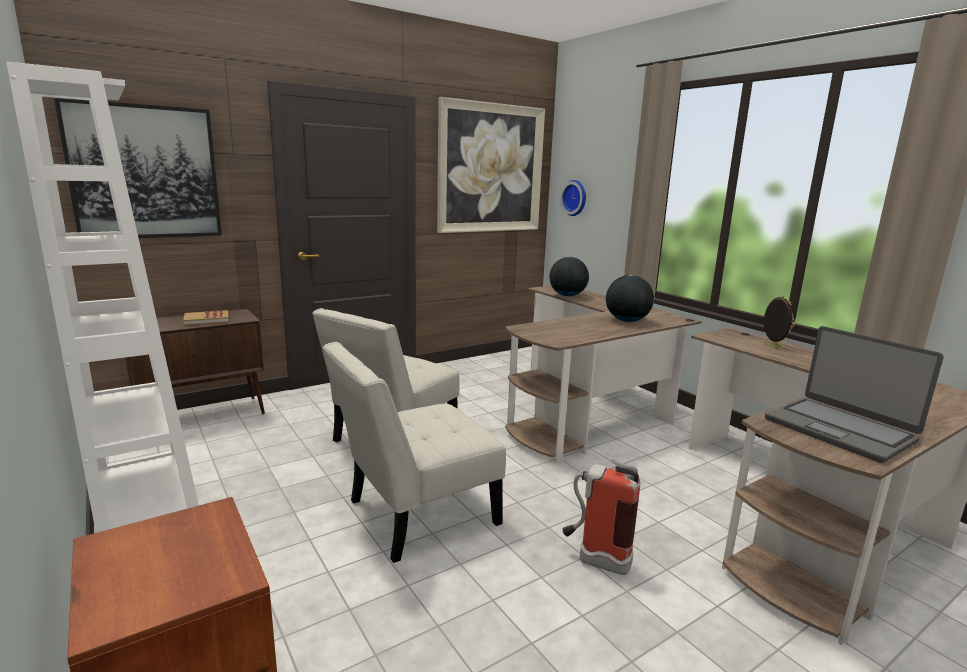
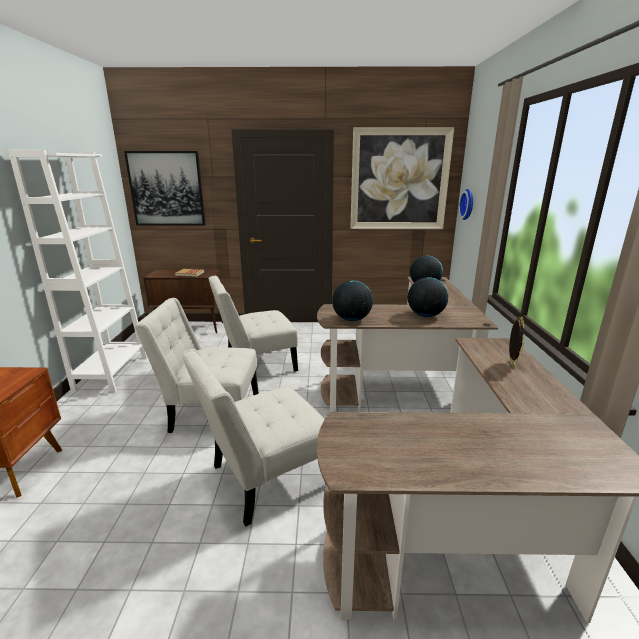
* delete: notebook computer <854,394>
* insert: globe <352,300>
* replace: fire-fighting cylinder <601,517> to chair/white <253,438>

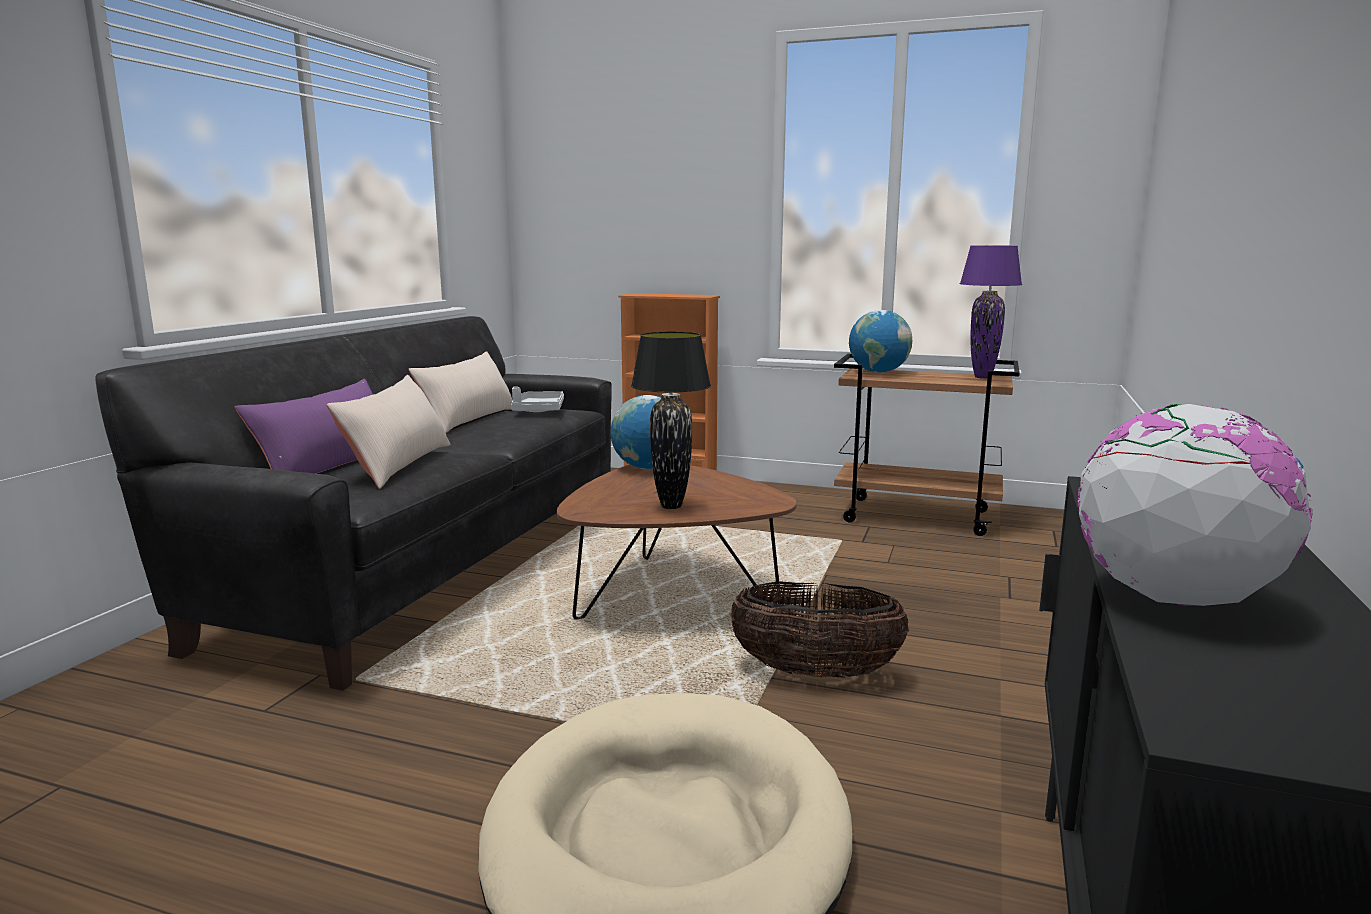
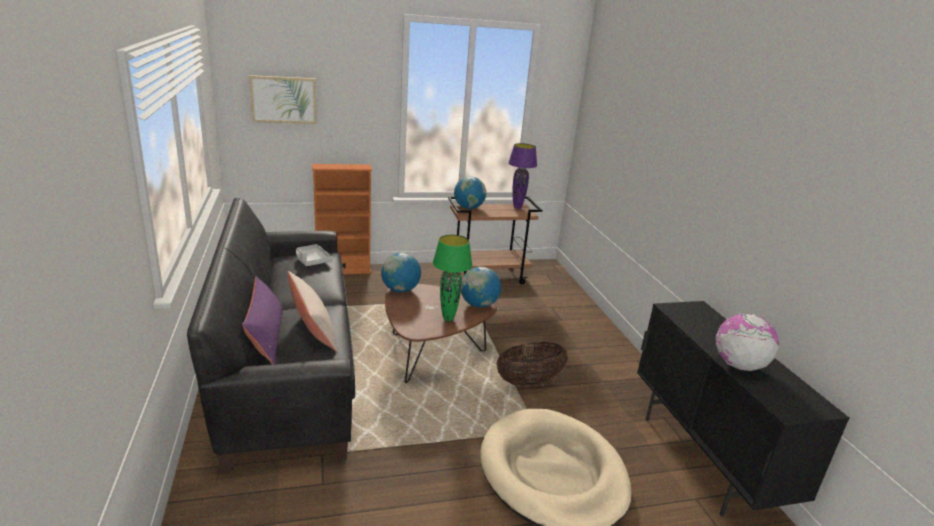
* delete: pillow/sand-coloured <460,392>
* insert: wall picture <283,99>
* insert: globe <481,287>
* recolor: lamp for a table/blackish <671,420> to lamp for a table/green <452,278>

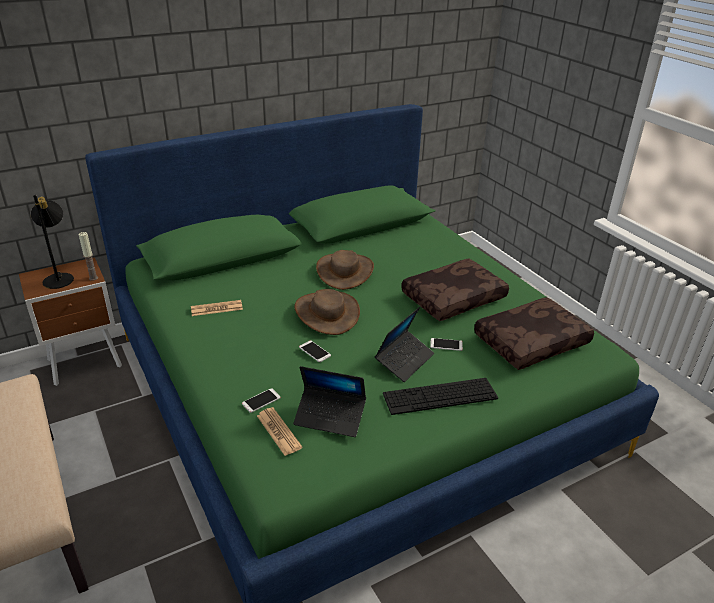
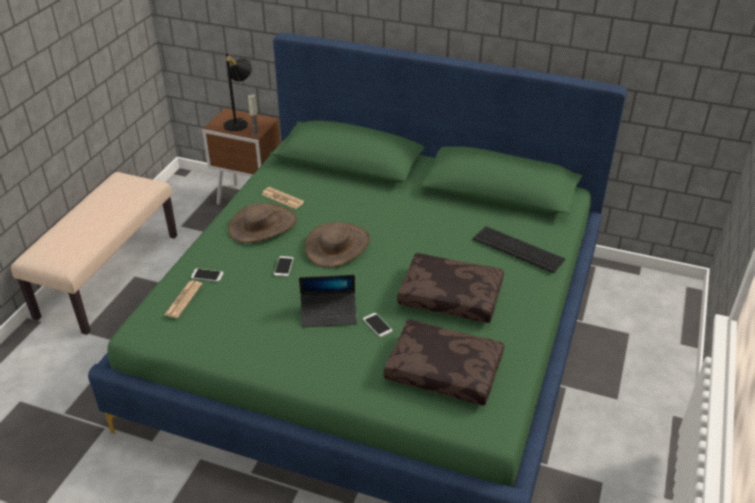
* delete: notebook computer <329,401>
* move: hat/brown <345,270> to <263,223>
* move: PC keyboard <440,396> to <519,249>

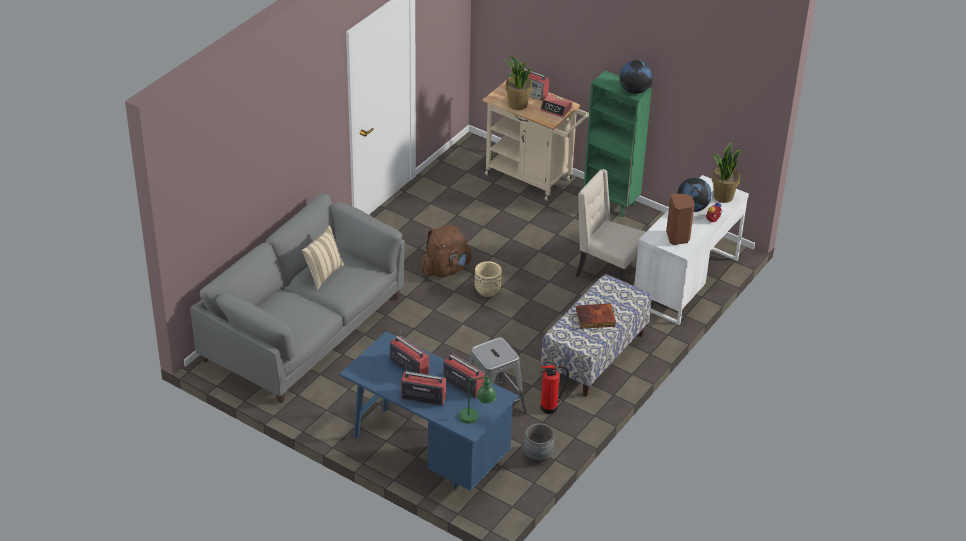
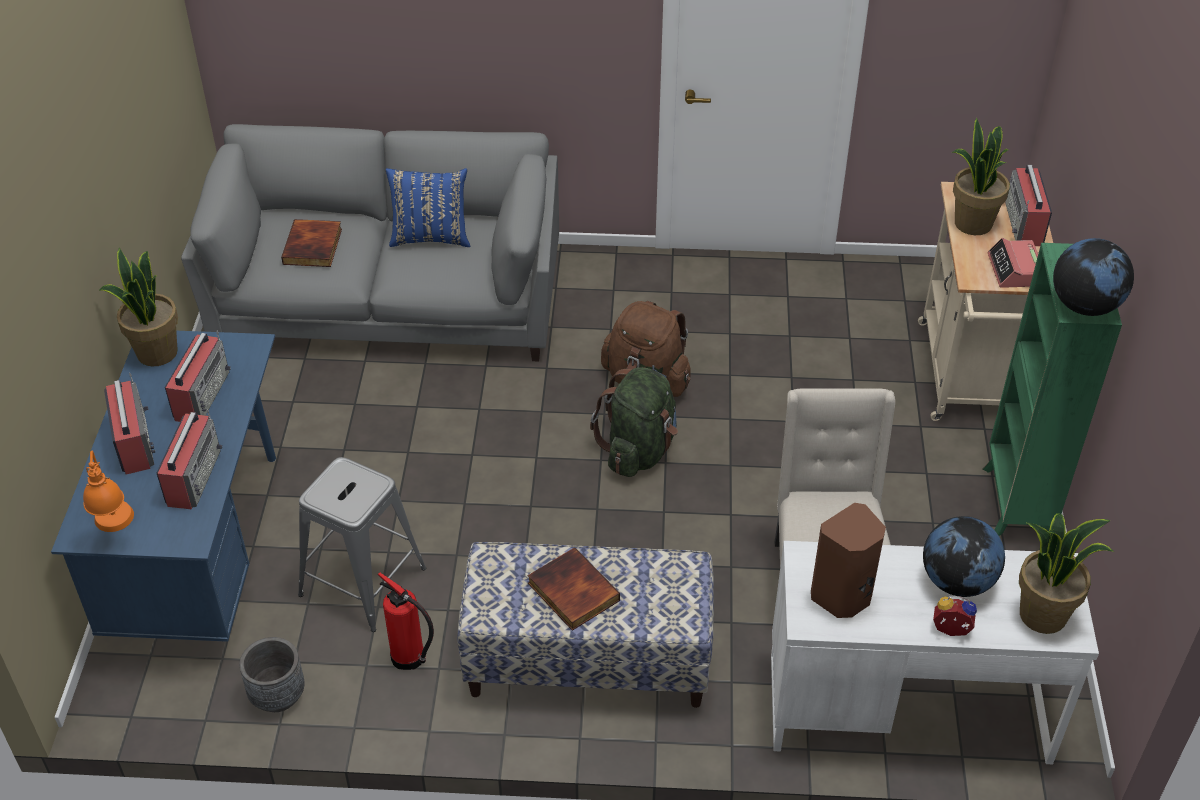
* insert: houseplant <138,307>
* insert: book <311,243>
* replace: plant pot/sand-coloured <488,279> to rucksack/green <634,422>
* recolor: pillow/sand-coloured <323,257> to pillow/blue-coloured <427,207>
* recolor: lamp for a table/green <477,399> to lamp for a table/orange-coloured <108,491>

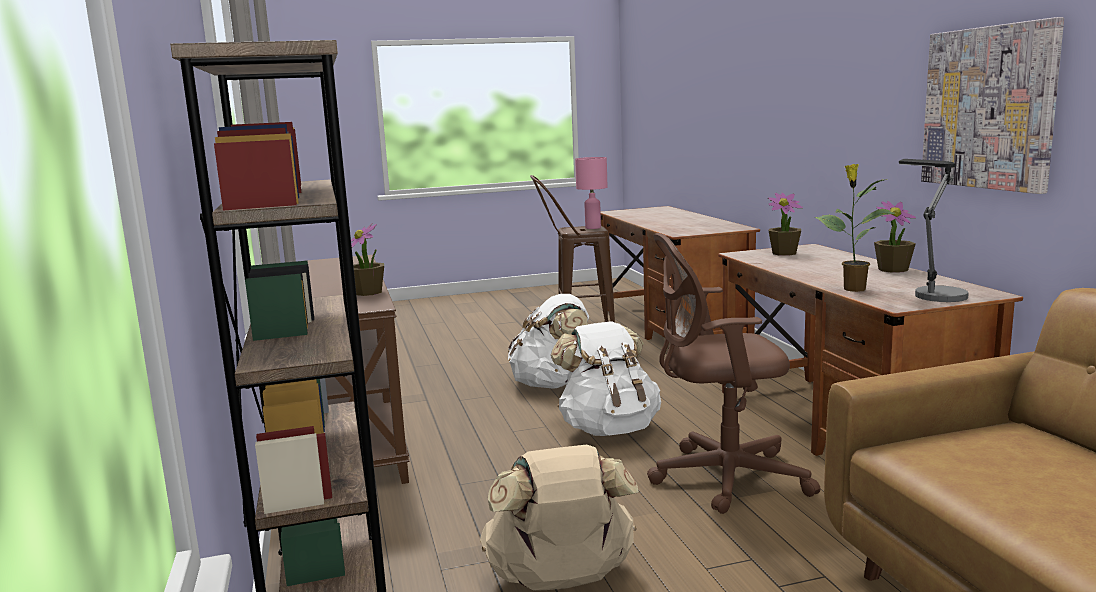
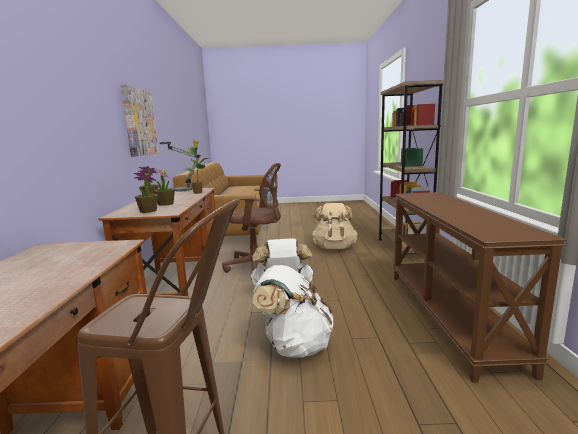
* delete: lamp for a table/pink <591,193>
* move: houseplant <367,259> to <164,187>

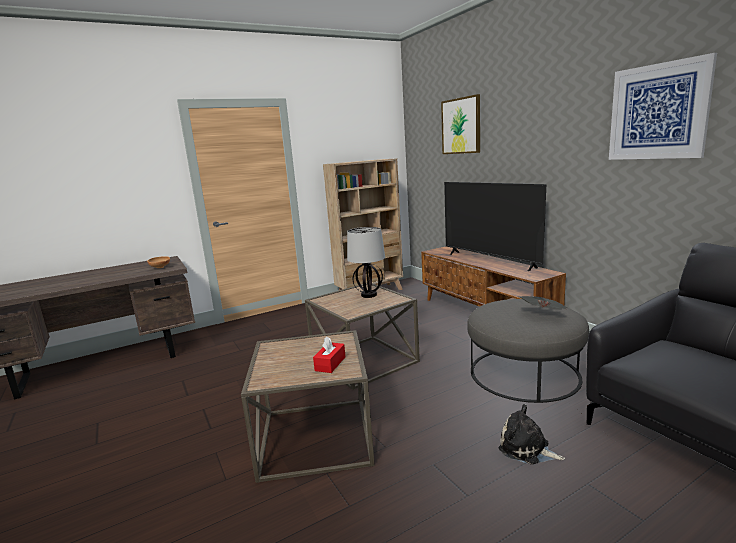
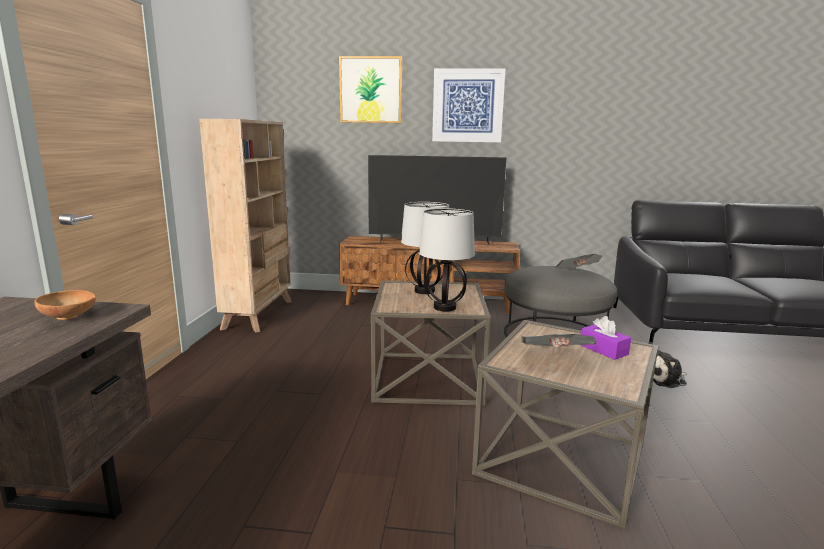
* insert: lamp for a table <447,260>
* insert: newspaper <559,341>
* move: wall picture <663,106> to <468,105>
* recolor: tissue holder/reddish <329,354> to tissue holder/purplish <605,338>

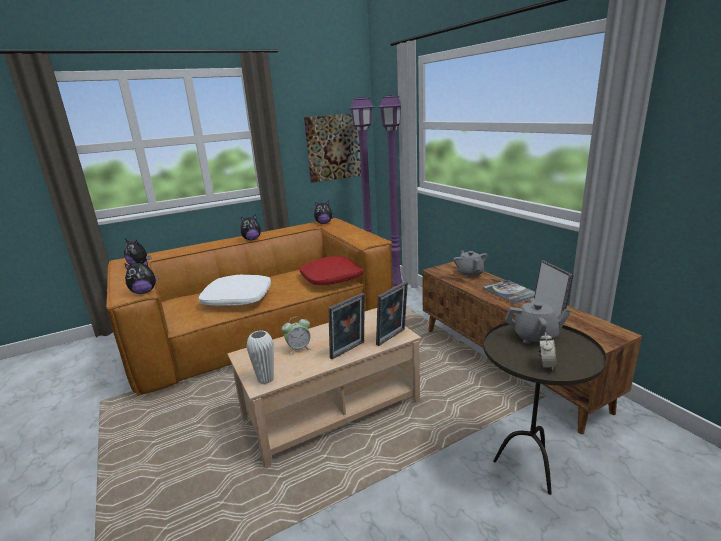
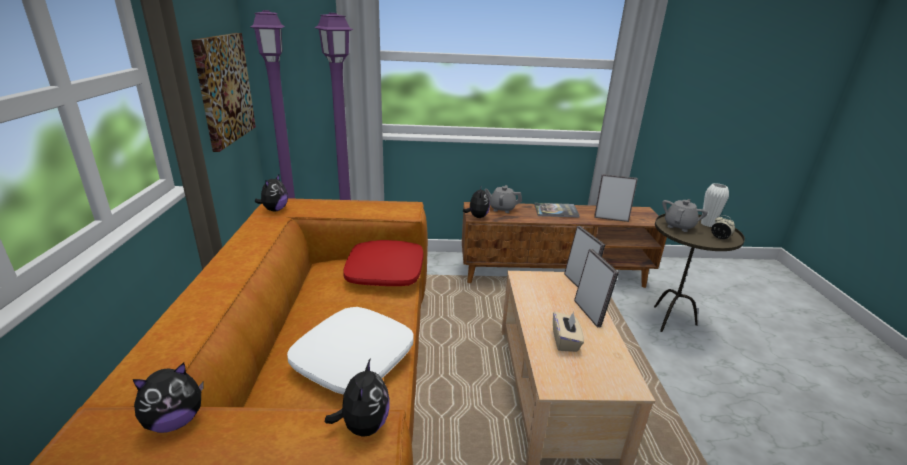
* move: cuddly toy <251,227> to <476,201>
* move: vase/white <260,357> to <715,205>
* replace: alarm clock <297,336> to tissue holder/sand-coloured <568,332>

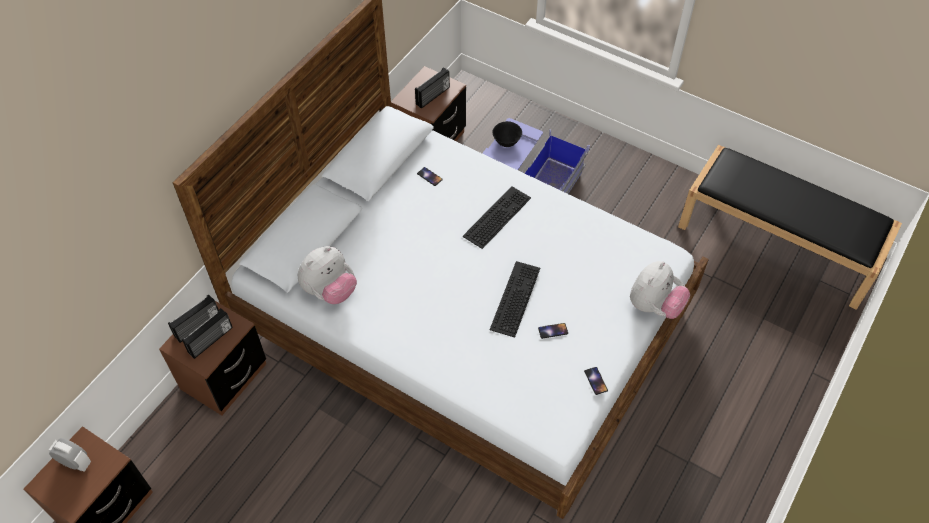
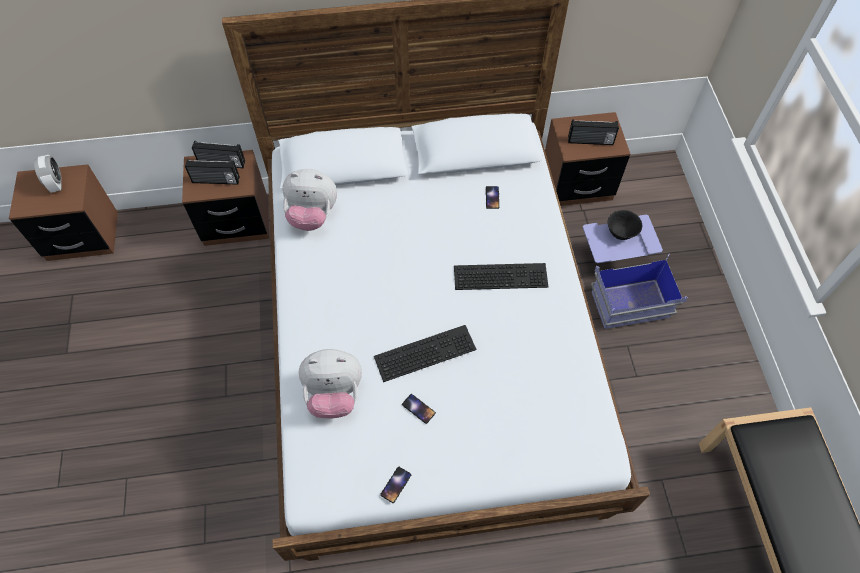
* move: cuddly toy <660,290> to <330,383>

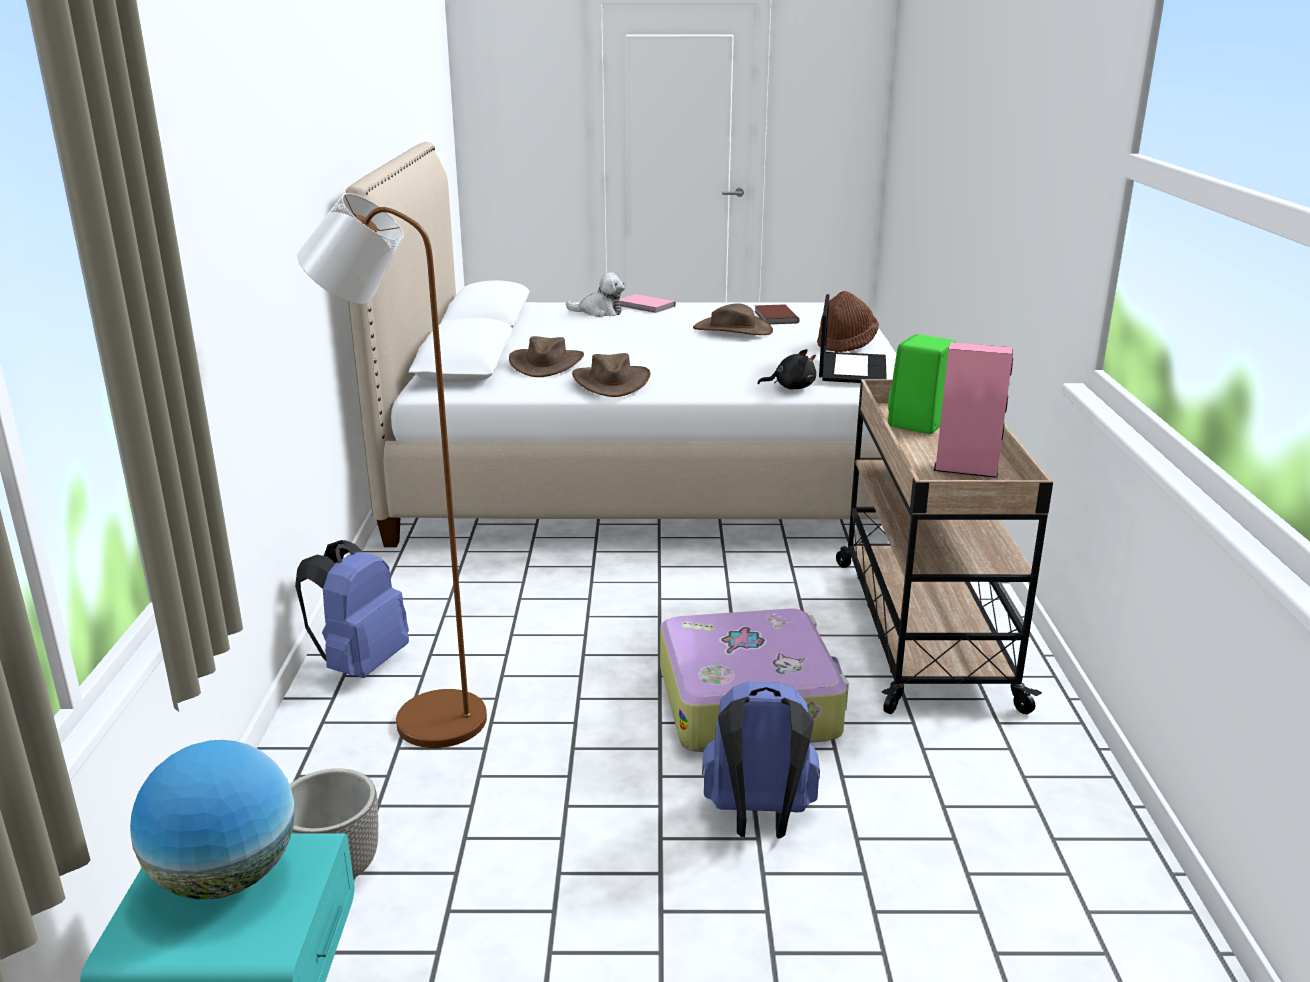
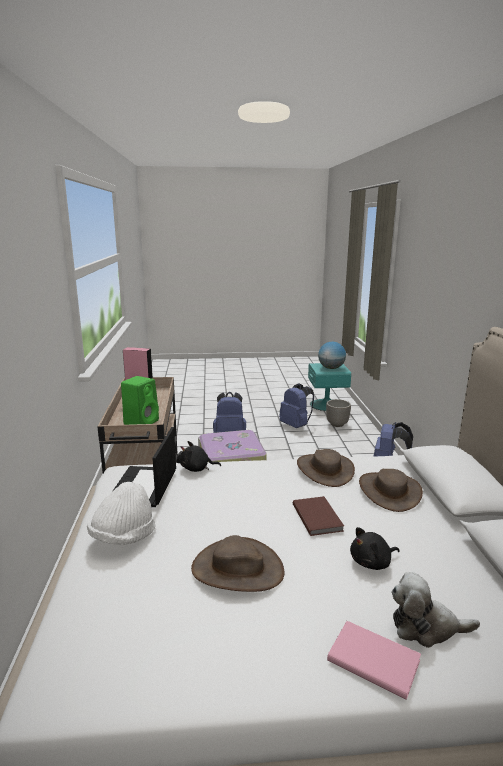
* delete: floor lamp/brown <392,470>
* insert: rucksack/blue-coloured <296,405>
* insert: cuddly toy/blackish <375,548>
* move: book/brown <776,314> to <318,516>
* recolor: hat/brown <848,321> to hat/white <121,513>

